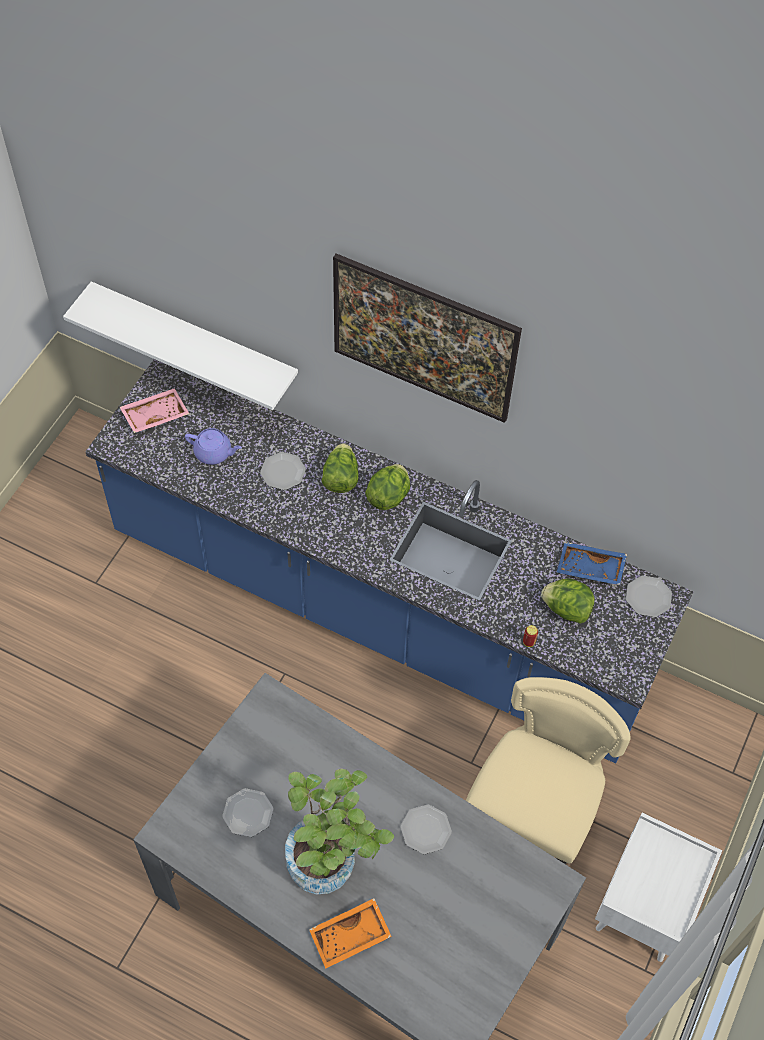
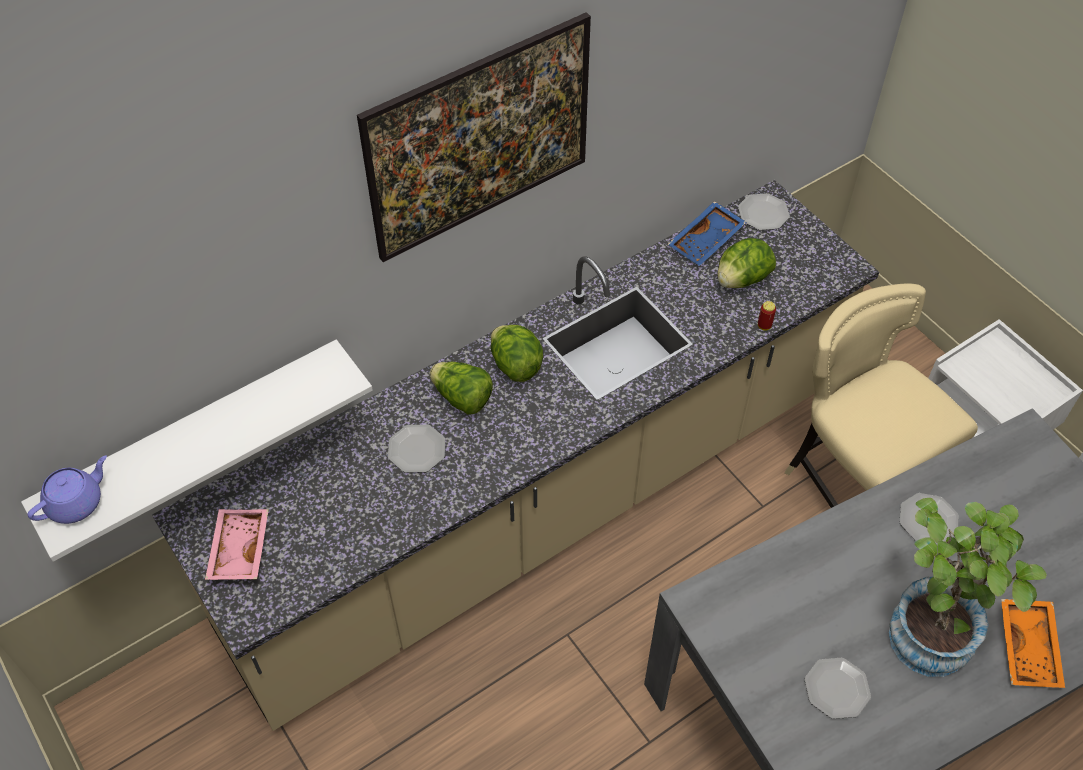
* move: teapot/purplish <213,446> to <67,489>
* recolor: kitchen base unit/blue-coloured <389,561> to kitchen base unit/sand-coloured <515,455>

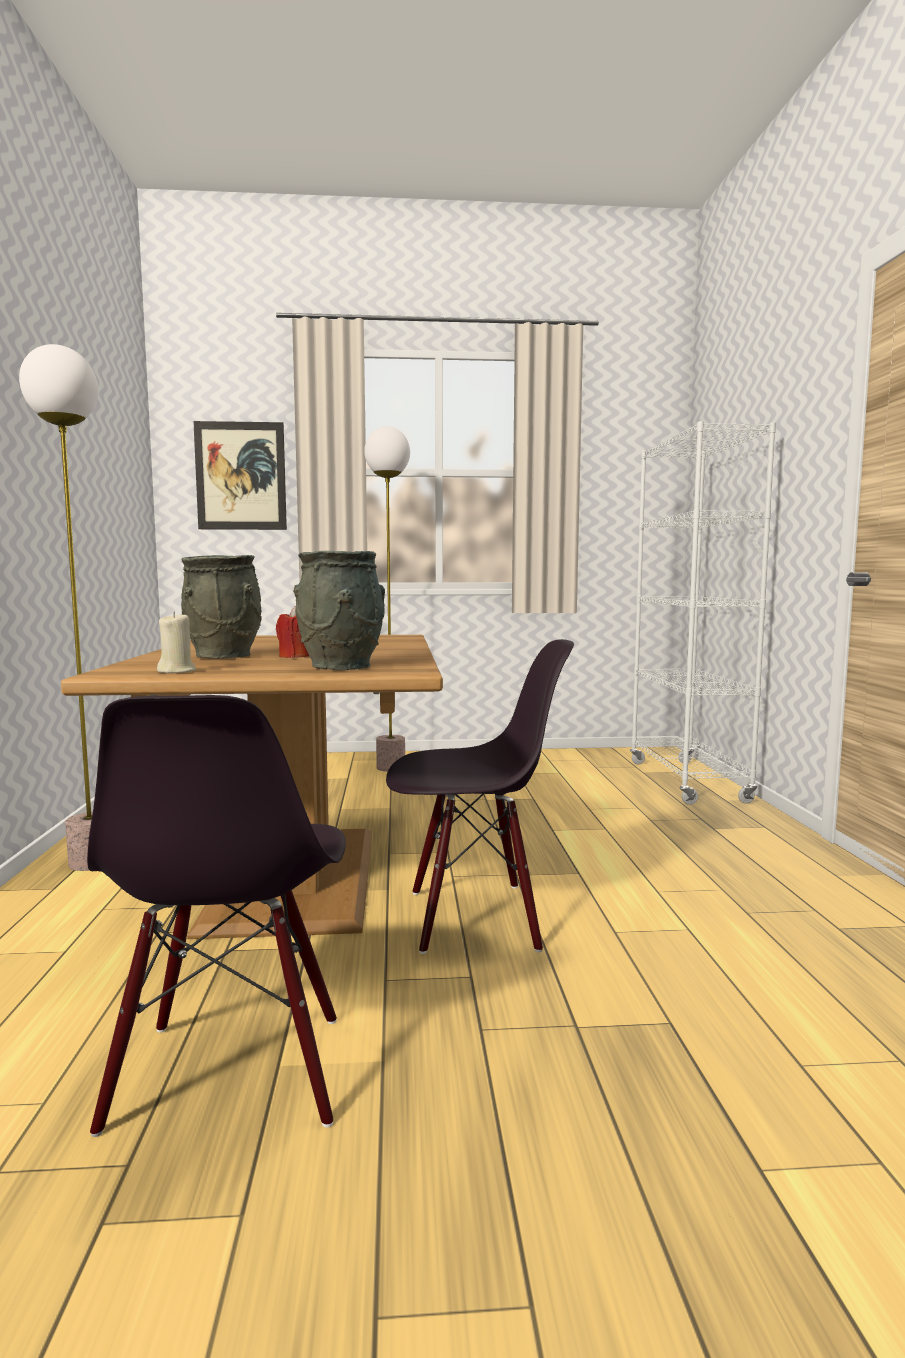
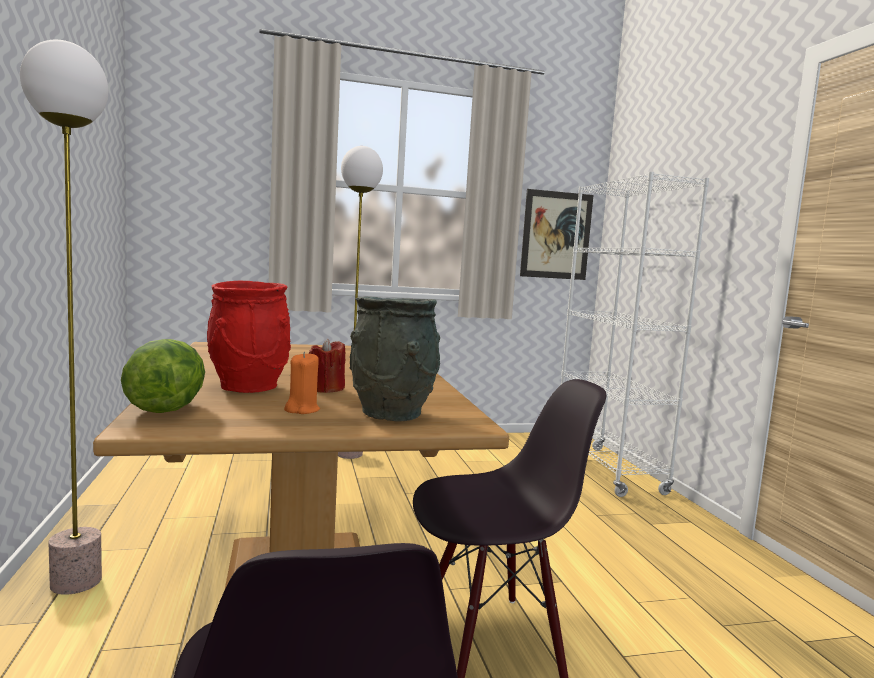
* delete: wax candle/sand-coloured <176,642>
* insert: lettuce head <163,376>
* insert: wax candle/orange-coloured <302,383>
* move: wall picture <240,475> to <556,234>
* recolor: vase/greyish <221,607> to vase/reddish <249,337>

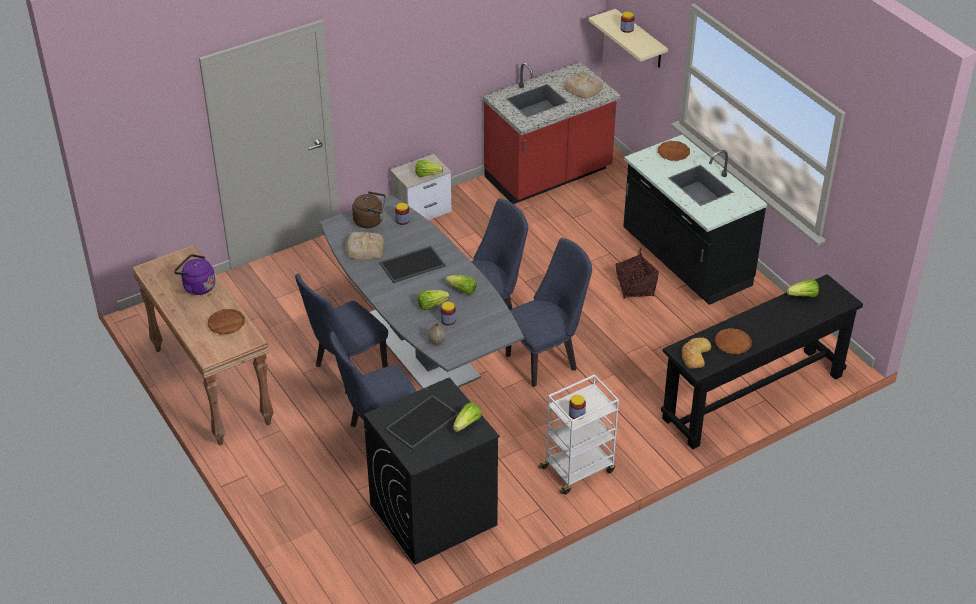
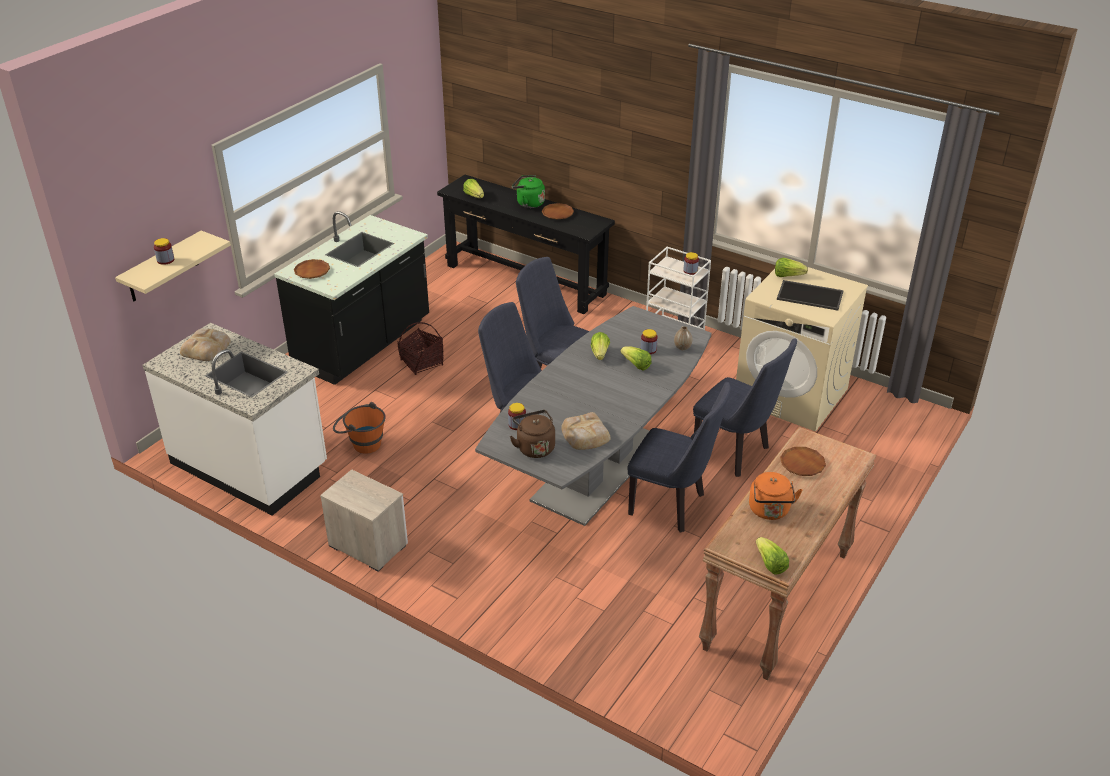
* delete: carrying tray <412,264>
* delete: baked bread <696,353>
* insert: pail/orange-coloured <359,428>
* insert: water kettle/green <528,191>
* move: lettuce head <429,168> to <772,556>
* recolor: water kettle/purplish <194,274> to water kettle/orange-coloured <776,496>
* recolor: laundry machine/blackish <431,471> to laundry machine/sand-coloured <802,349>
* recolor: kitchen base unit/reddish <551,133> to kitchen base unit/white <235,419>

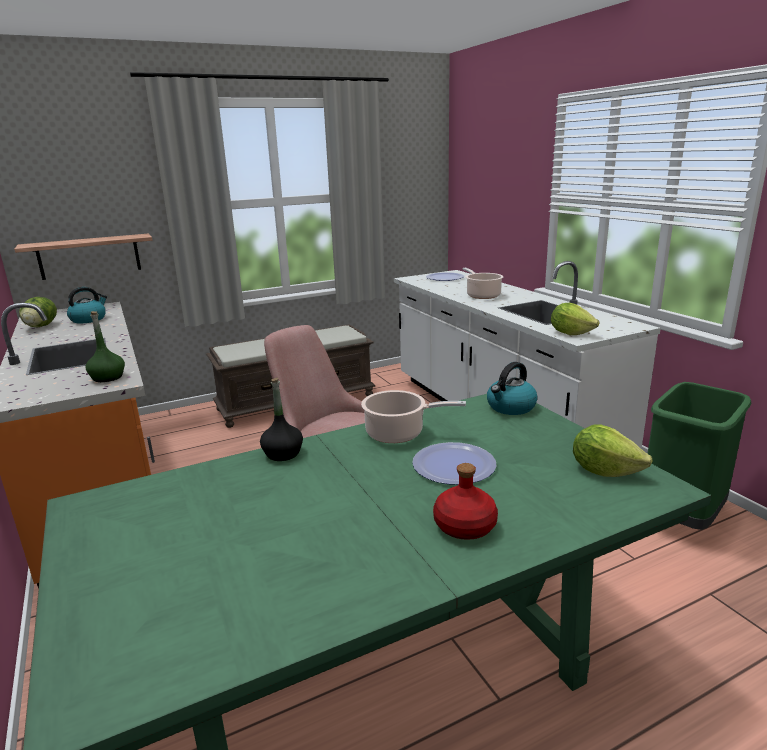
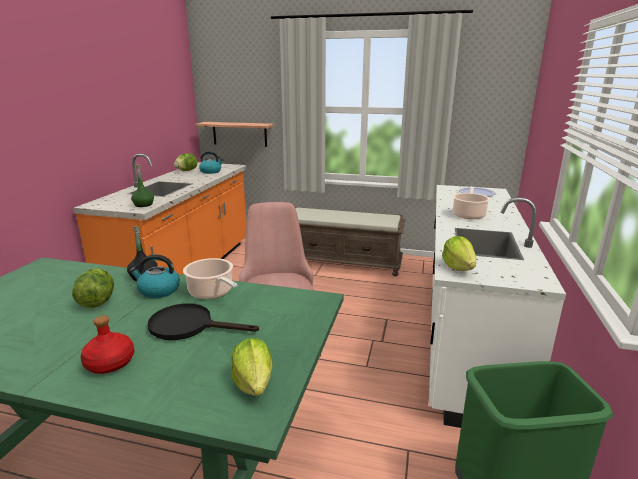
* insert: lettuce head <93,288>
* move: water kettle <512,388> to <154,276>
* replace: dinner plate <454,463> to pan/blackish <203,321>

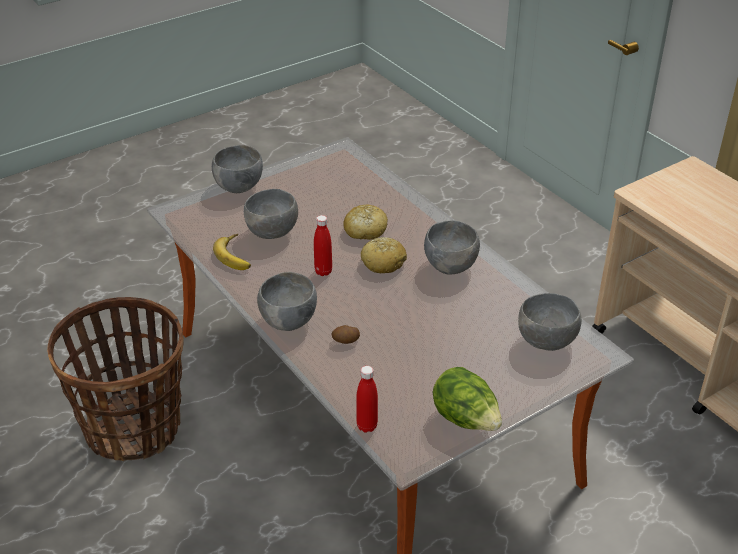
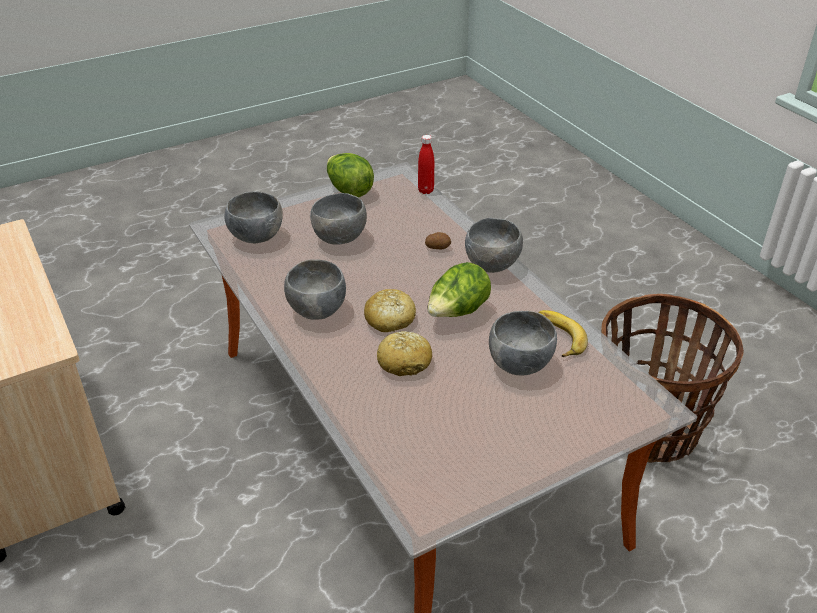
* move: serving bowl/greyish <237,169> to <338,219>
* replace: beverage bottle/reddish <323,245> to lettuce head <459,289>

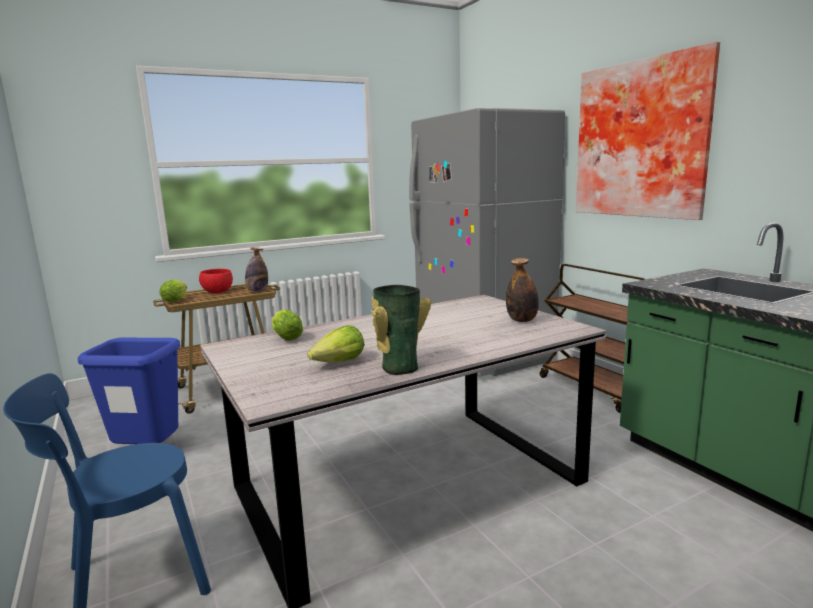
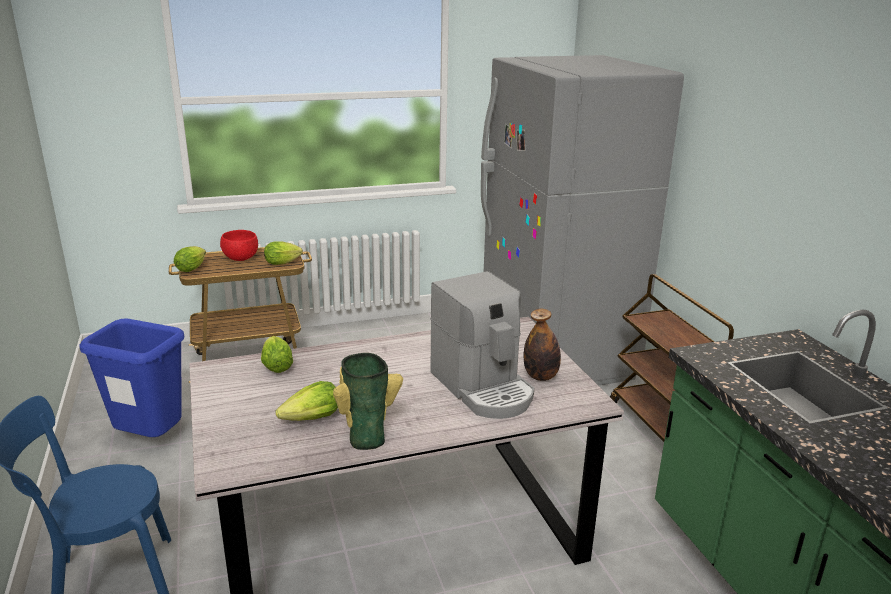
* delete: wall picture <648,131>
* insert: coffee machine <482,345>
* replace: beverage bottle <256,269> to lettuce head <283,253>

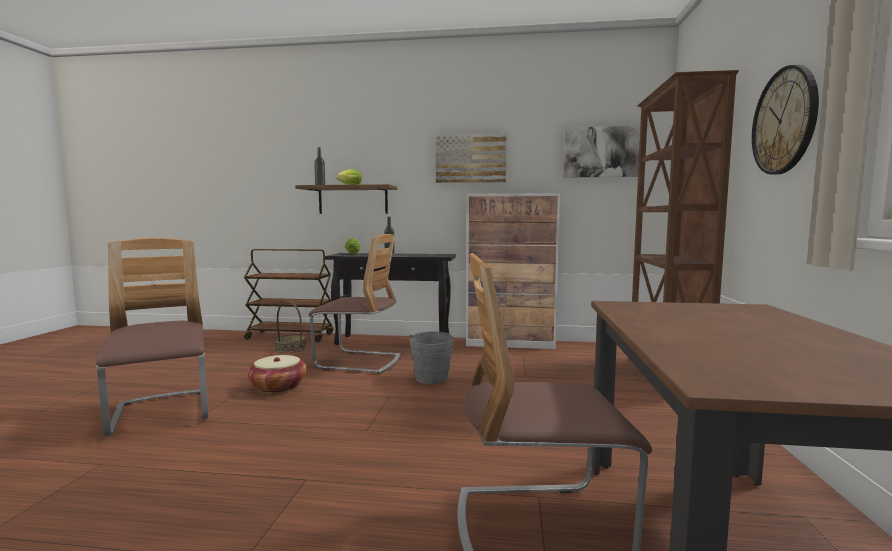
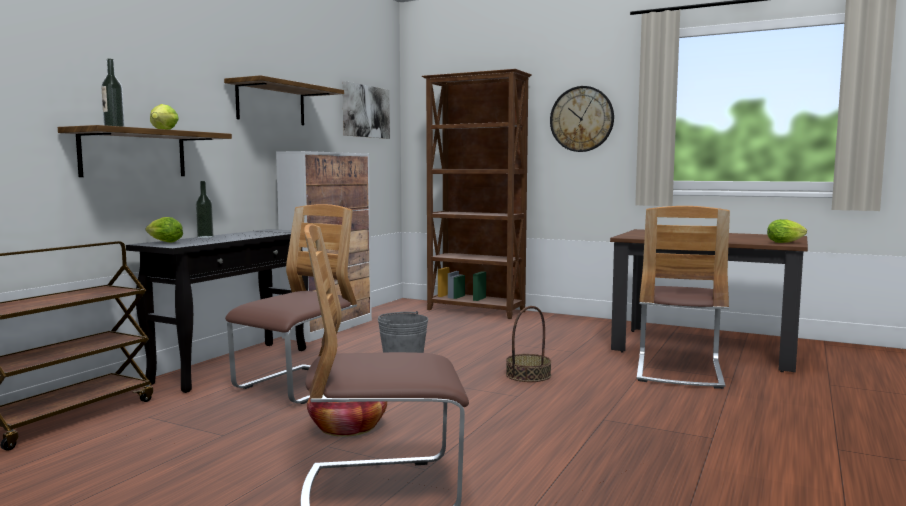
* insert: lettuce head <787,231>
* move: household basket <290,327> to <528,344>
* replace: wall picture <471,158> to wall shelf <284,100>

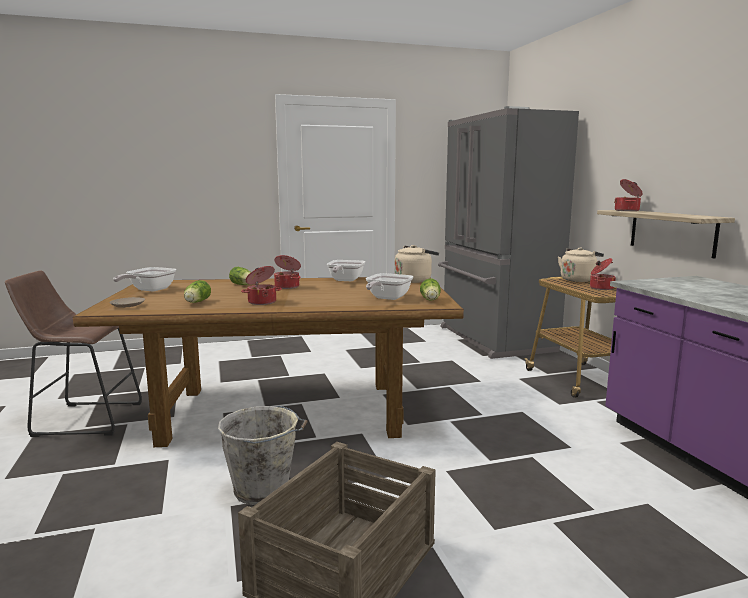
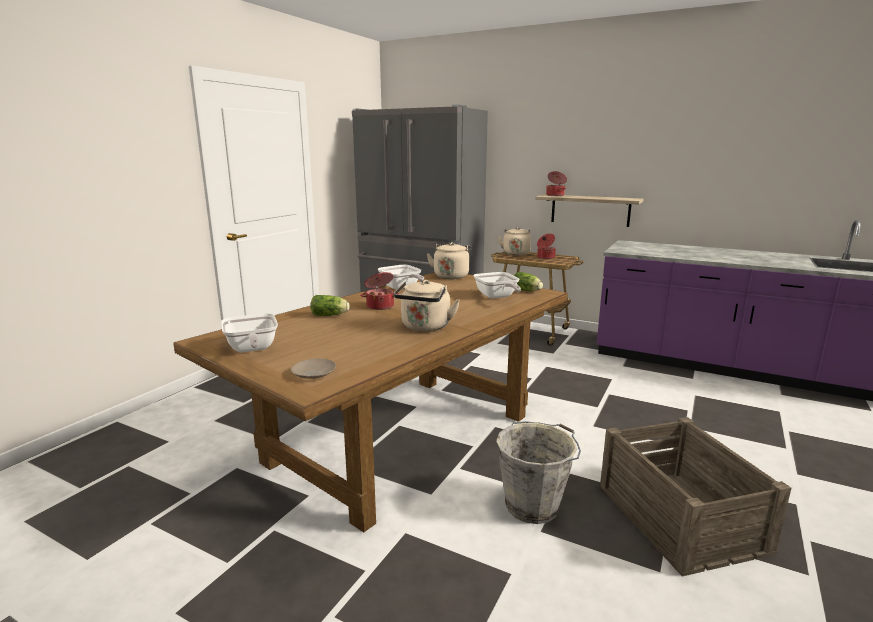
* delete: stool seat/brown <73,353>
* delete: lettuce head <197,291>
* replace: stockpot <261,285> to water kettle/sand-coloured <427,305>

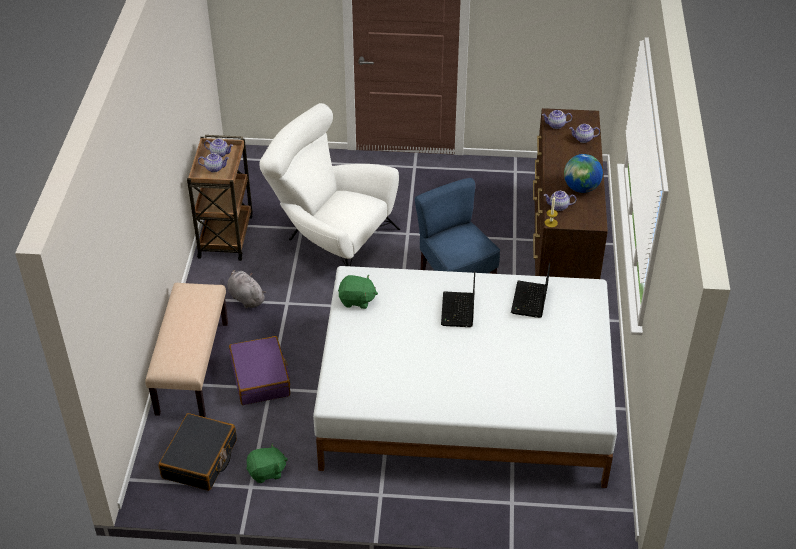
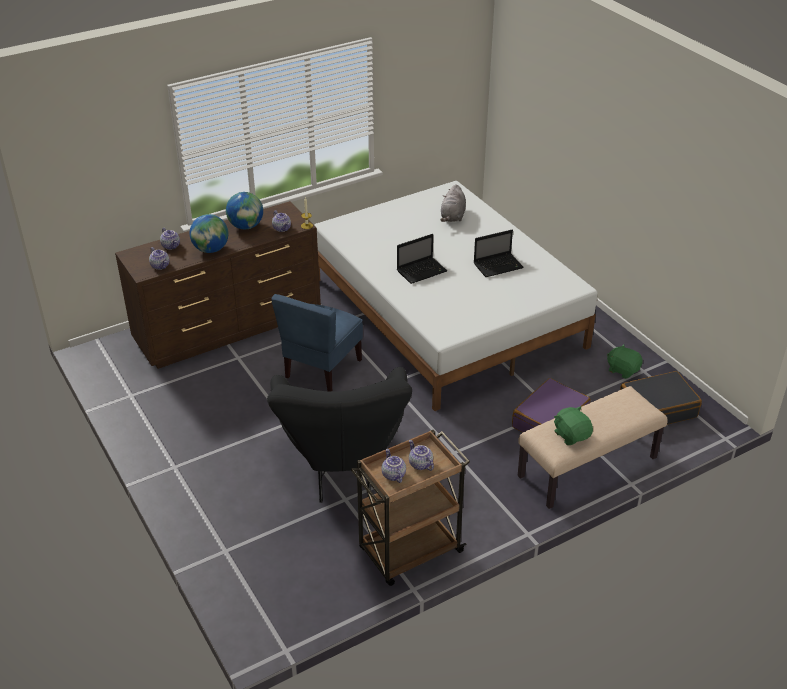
* insert: globe <209,233>
* move: cuddly toy/greyish <246,289> to <453,203>
* move: cuddly toy/green <358,292> to <573,425>
* move: notebook computer <530,290> to <499,253>
* recolor: armchair/white <330,184> to armchair/blackish <339,435>

